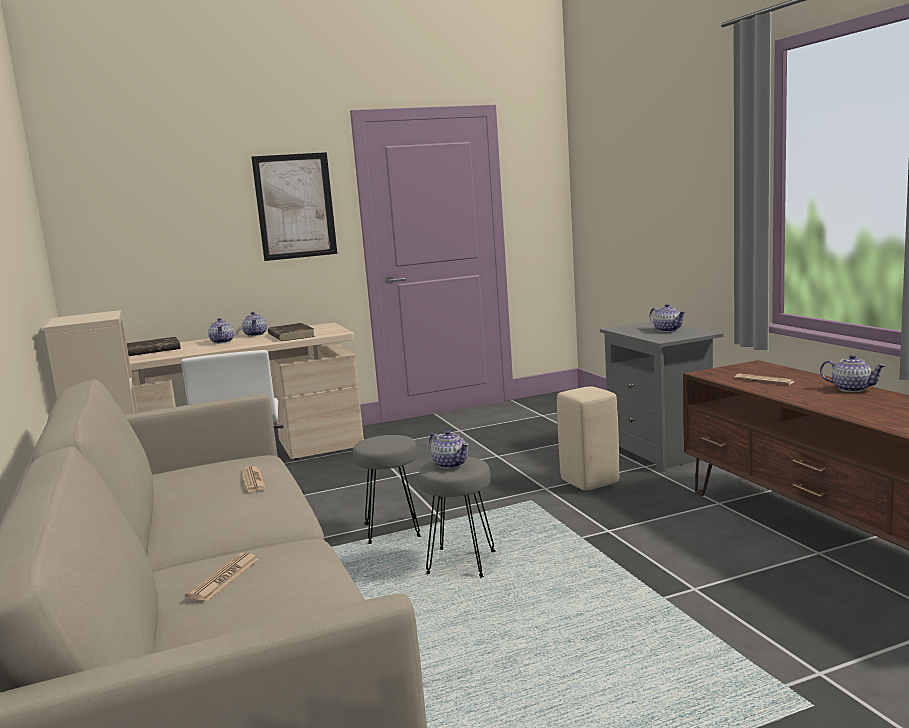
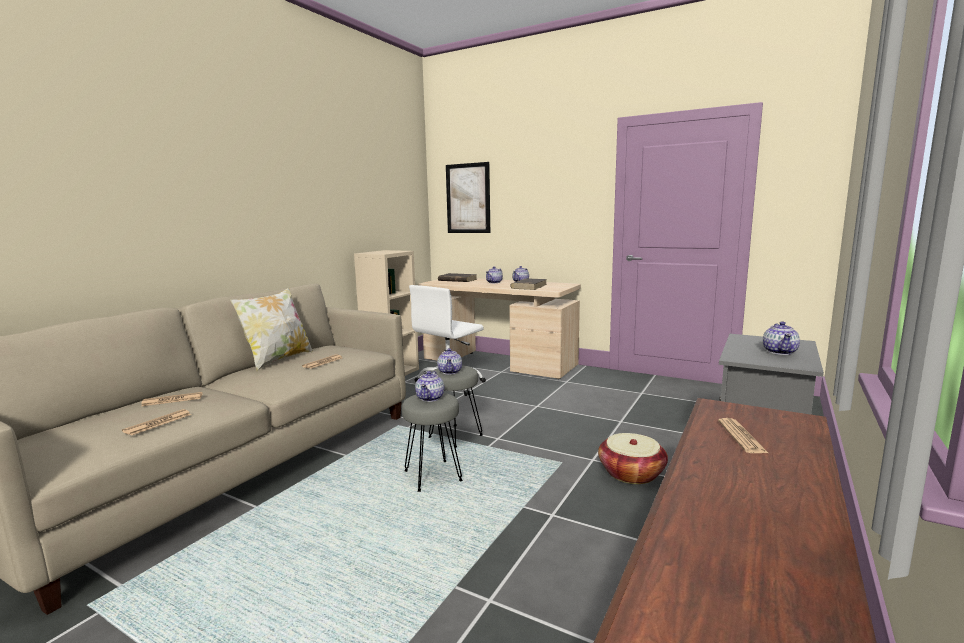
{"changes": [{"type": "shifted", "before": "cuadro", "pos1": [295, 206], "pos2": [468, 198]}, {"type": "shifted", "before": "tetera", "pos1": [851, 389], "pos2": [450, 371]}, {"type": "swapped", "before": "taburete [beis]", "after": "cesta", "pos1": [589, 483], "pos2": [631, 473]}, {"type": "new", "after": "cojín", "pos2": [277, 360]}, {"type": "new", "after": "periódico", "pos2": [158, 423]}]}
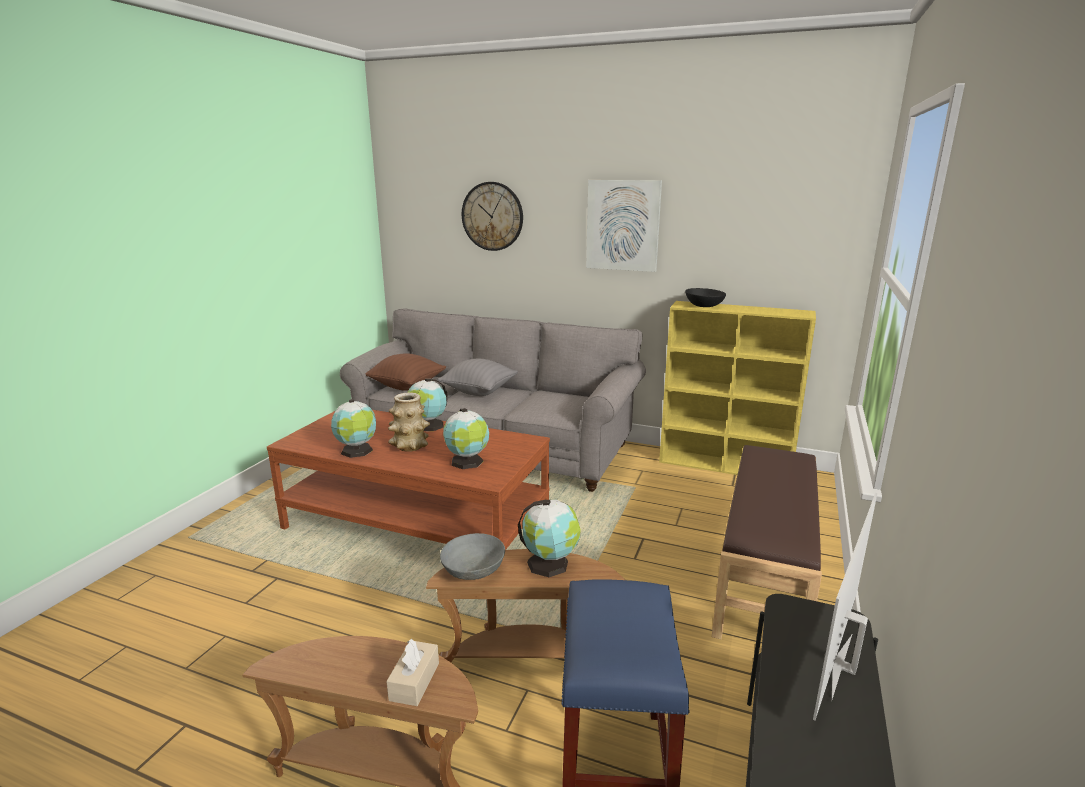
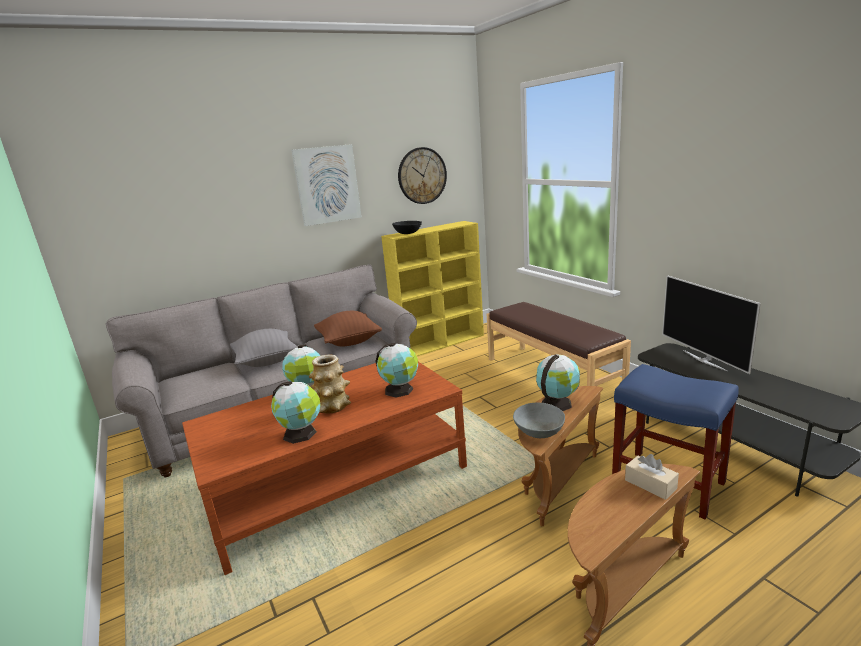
{"changes": [{"type": "shifted", "before": "reloj de pared", "pos1": [492, 216], "pos2": [422, 176]}, {"type": "shifted", "before": "cojín [marrón]", "pos1": [406, 386], "pos2": [349, 342]}]}
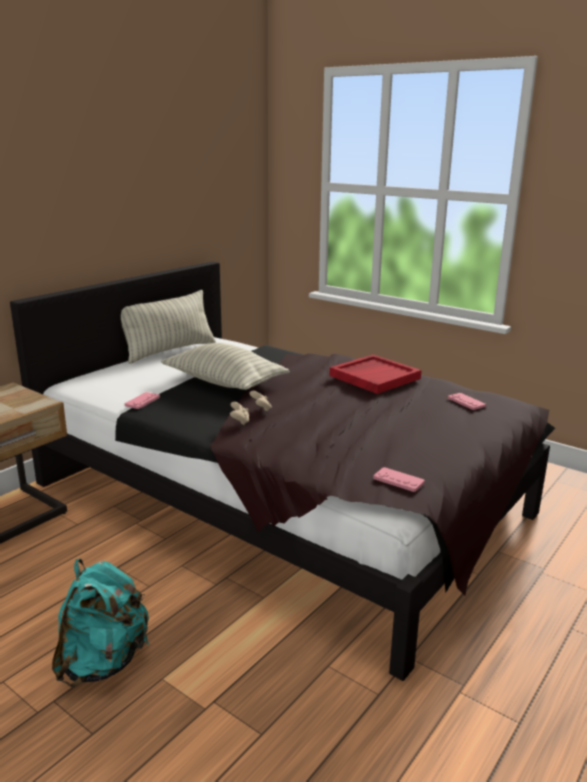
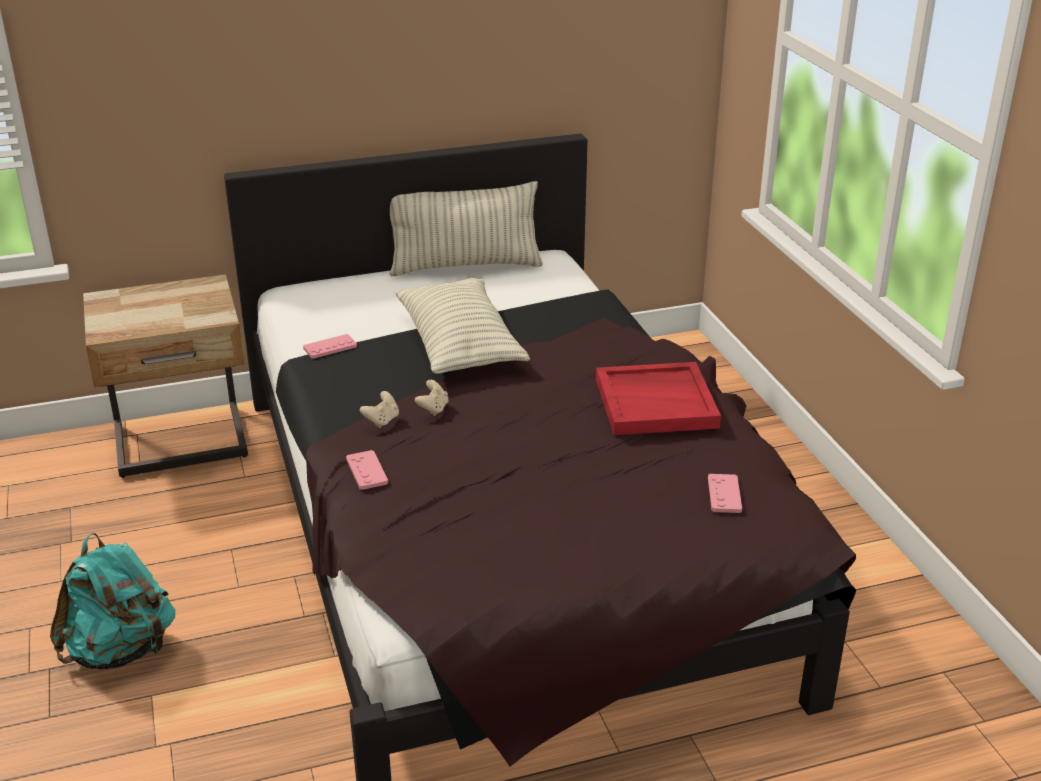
{"changes": [{"type": "shifted", "before": "mando de consola [rosa]", "pos1": [398, 480], "pos2": [367, 471]}]}
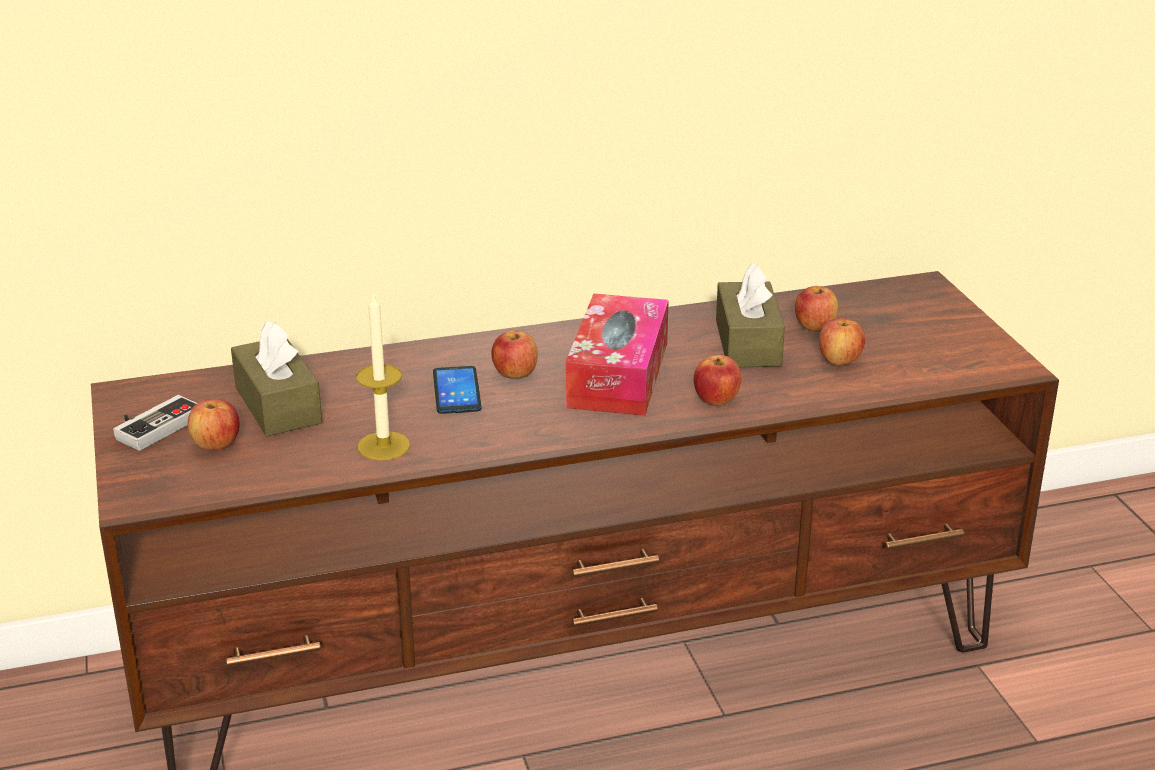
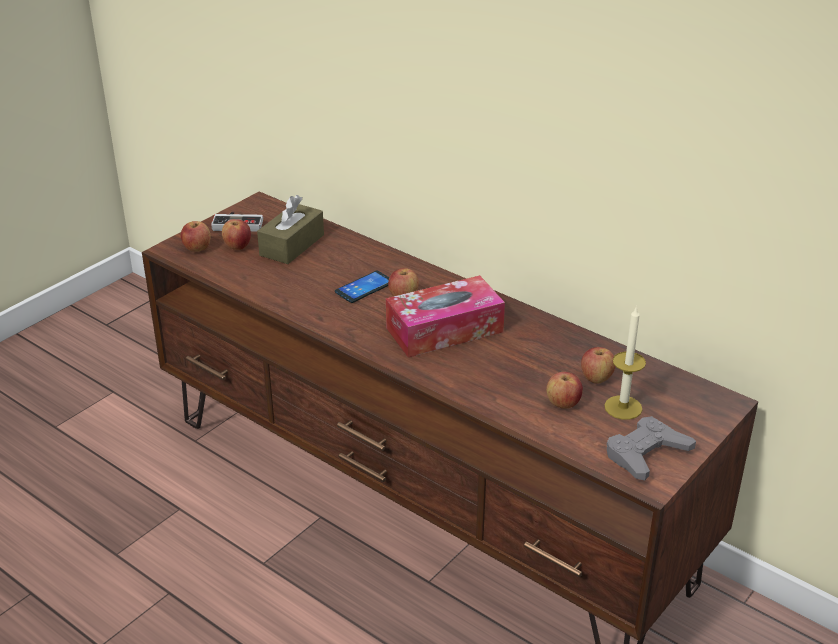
{"changes": [{"type": "gone", "before": "caja de pañuelos [marrón]", "pos1": [748, 343]}, {"type": "shifted", "before": "vela", "pos1": [383, 446], "pos2": [623, 407]}, {"type": "shifted", "before": "manzana", "pos1": [716, 401], "pos2": [197, 249]}, {"type": "new", "after": "mando de consola [gris]", "pos2": [646, 454]}]}
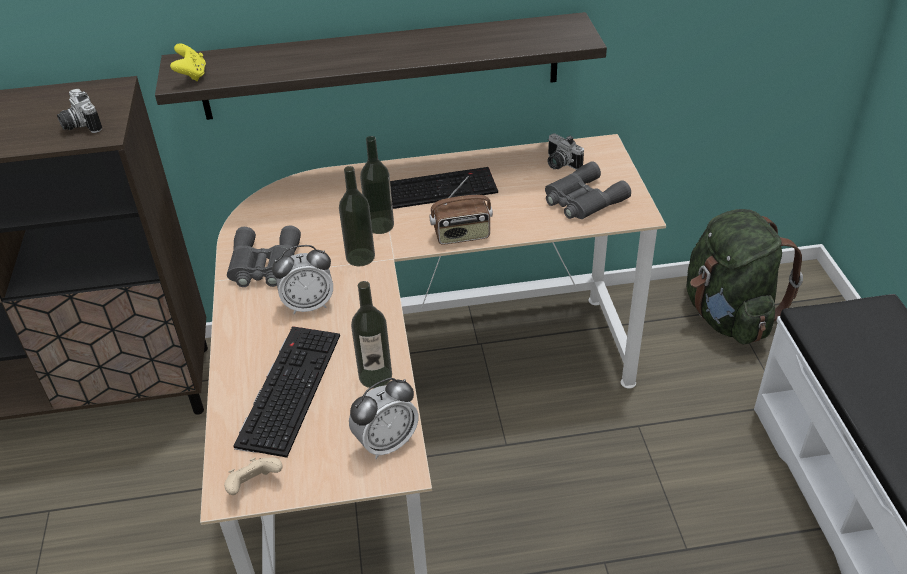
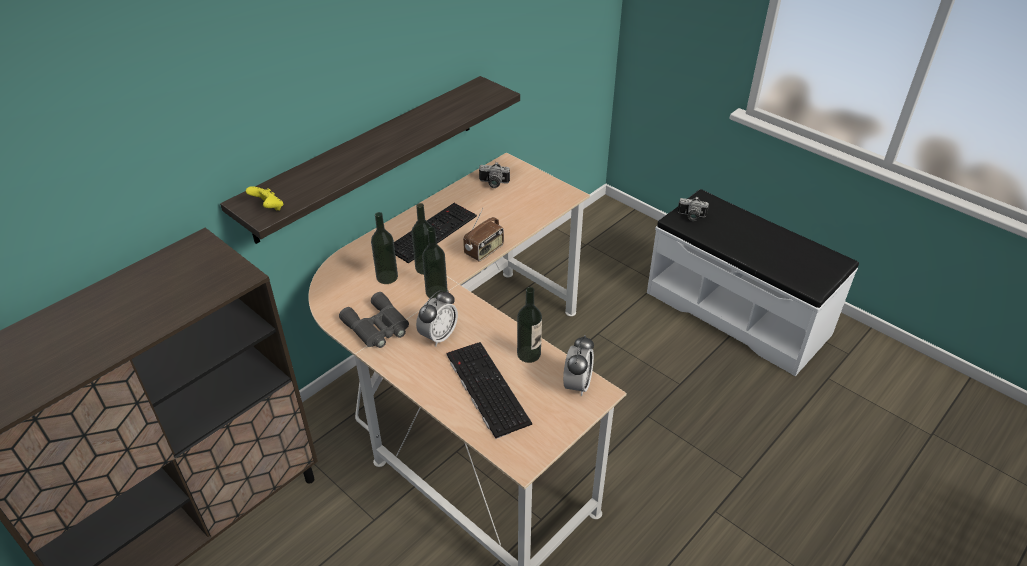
{"changes": [{"type": "shifted", "before": "cámara", "pos1": [79, 125], "pos2": [691, 217]}, {"type": "gone", "before": "prismáticos [gris]", "pos1": [582, 200]}, {"type": "gone", "before": "mochila [verde]", "pos1": [728, 315]}, {"type": "gone", "before": "mando de consola [beis]", "pos1": [254, 485]}, {"type": "new", "after": "botella", "pos2": [387, 277]}]}
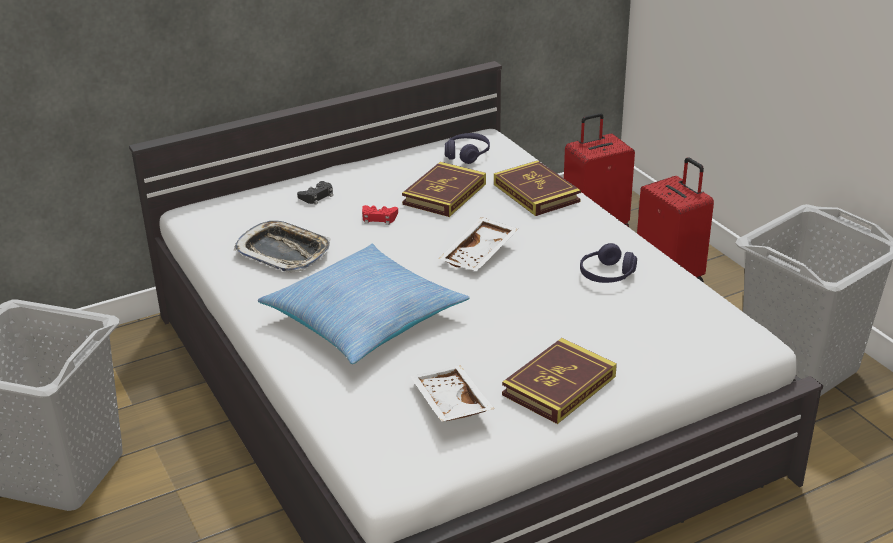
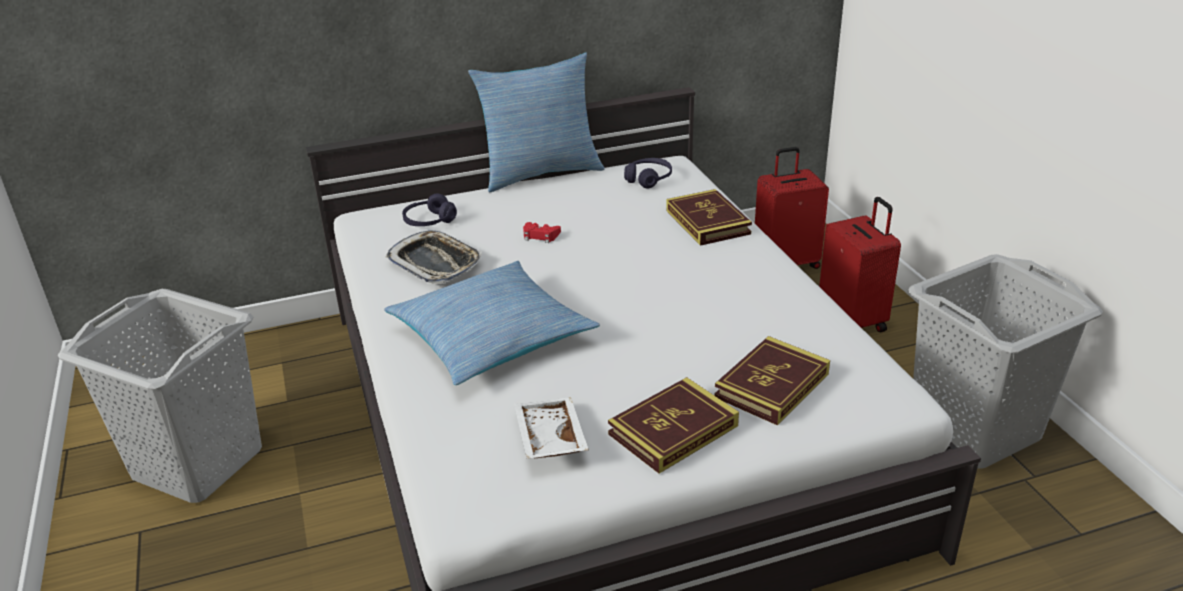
{"changes": [{"type": "shifted", "before": "libro", "pos1": [444, 194], "pos2": [772, 385]}, {"type": "gone", "before": "mando de consola [negro]", "pos1": [317, 196]}, {"type": "gone", "before": "bandeja [blanco]", "pos1": [480, 254]}, {"type": "shifted", "before": "auriculares [morado]", "pos1": [607, 275], "pos2": [429, 221]}, {"type": "new", "after": "cojín", "pos2": [540, 173]}]}
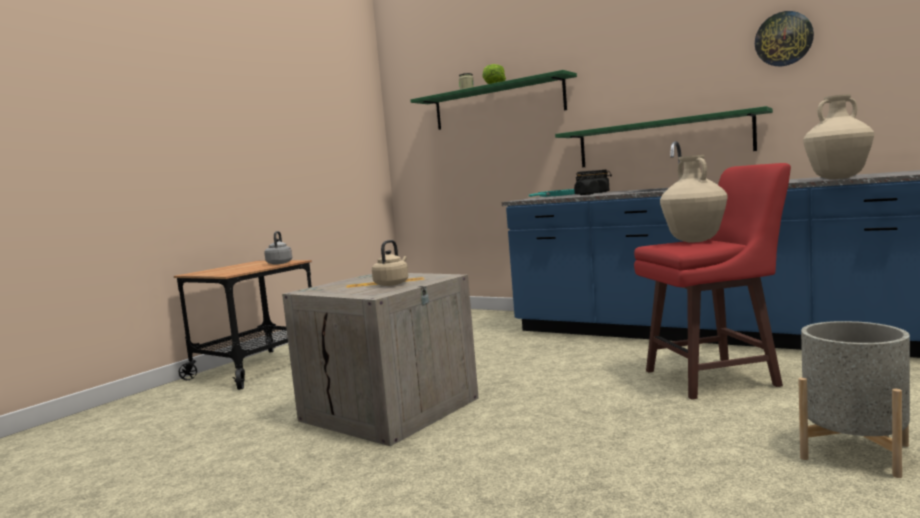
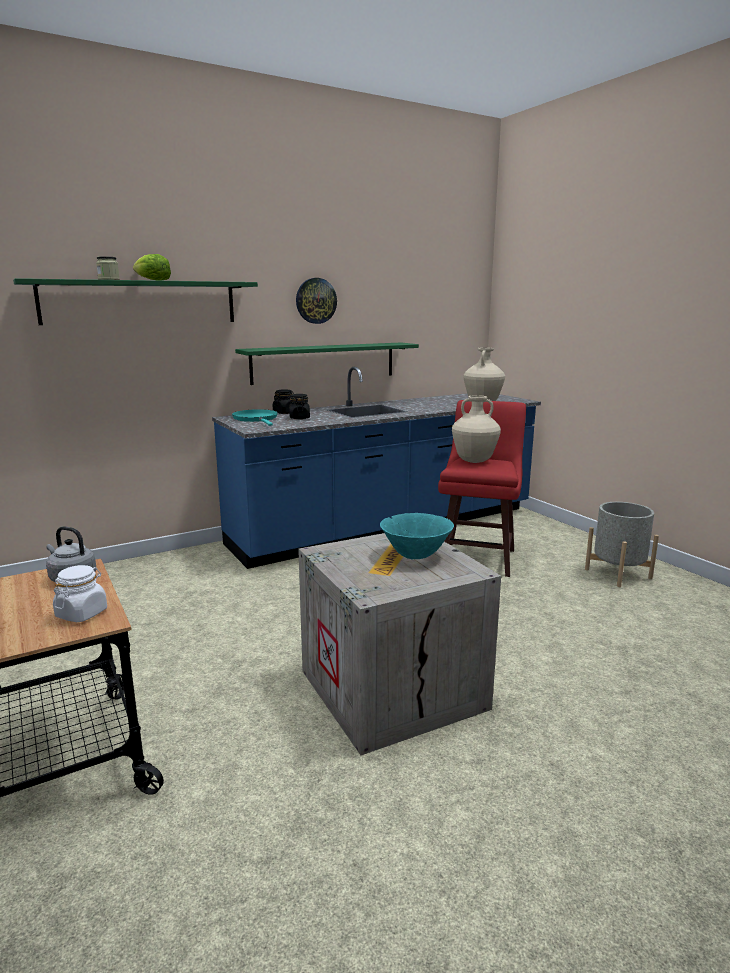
{"changes": [{"type": "shifted", "before": "reloj de pared", "pos1": [783, 39], "pos2": [316, 301]}, {"type": "swapped", "before": "hervidor [beis]", "after": "cuenco [turquesa]", "pos1": [392, 284], "pos2": [415, 556]}, {"type": "new", "after": "tarro [blanco]", "pos2": [82, 613]}]}
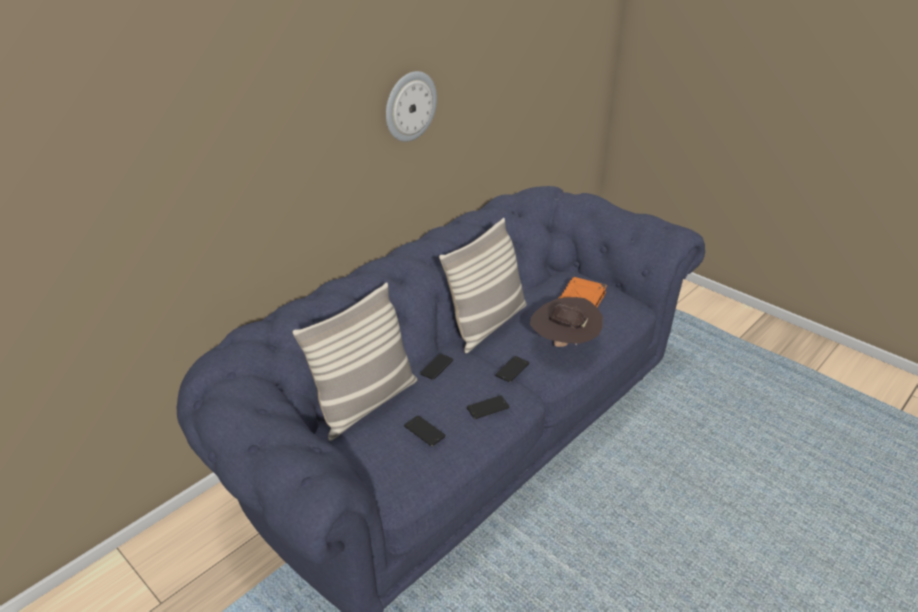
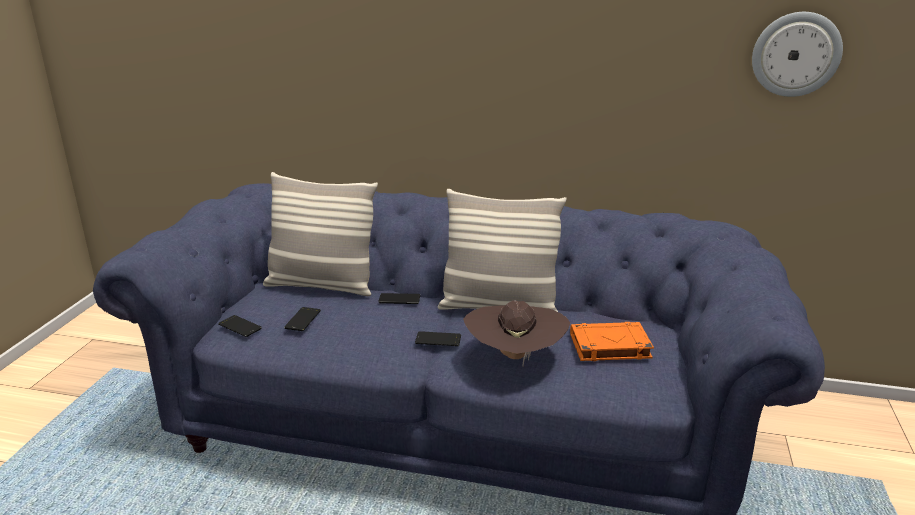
{"changes": [{"type": "shifted", "before": "reloj de pared", "pos1": [410, 106], "pos2": [796, 54]}, {"type": "shifted", "before": "móvil", "pos1": [488, 407], "pos2": [240, 326]}]}
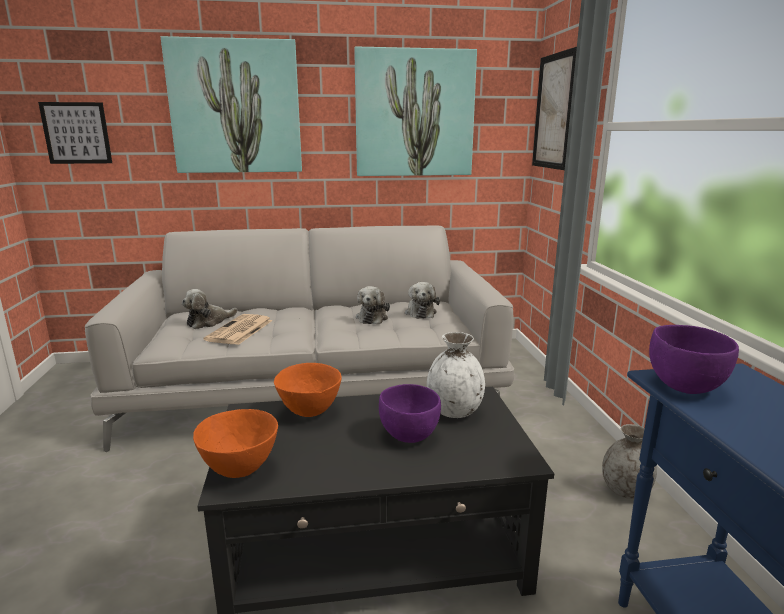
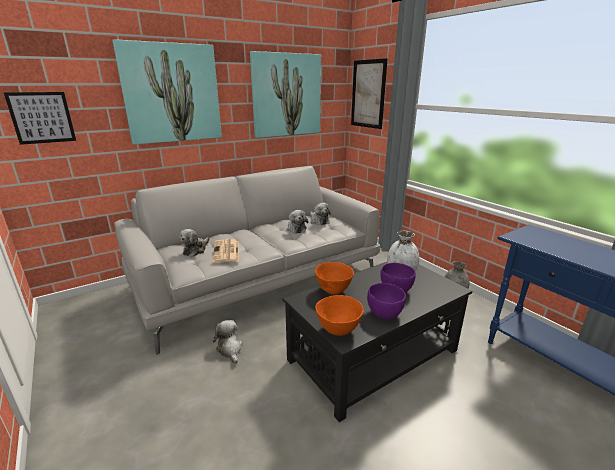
{"changes": [{"type": "shifted", "before": "cuenco [morado]", "pos1": [684, 386], "pos2": [384, 313]}, {"type": "new", "after": "peluche", "pos2": [230, 349]}]}
